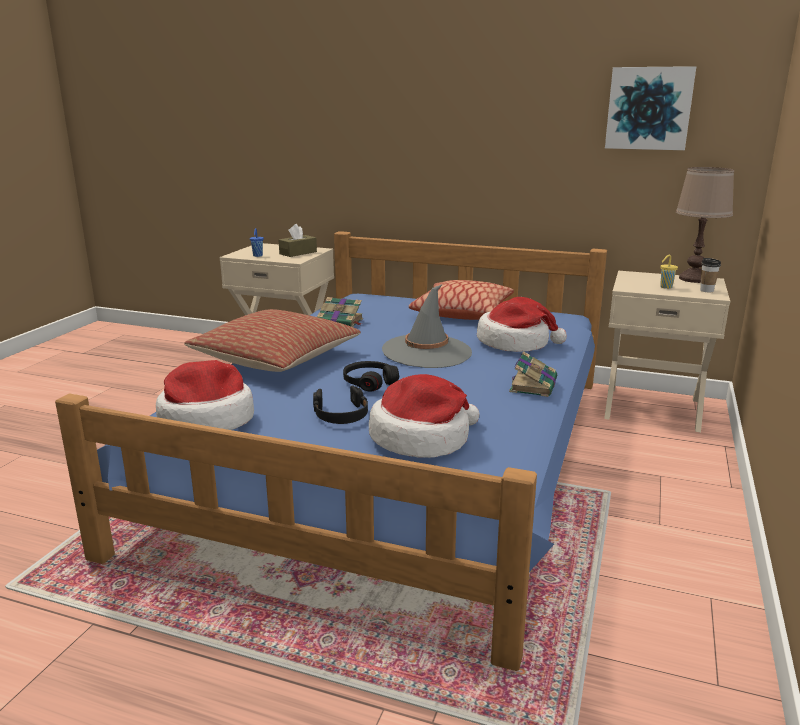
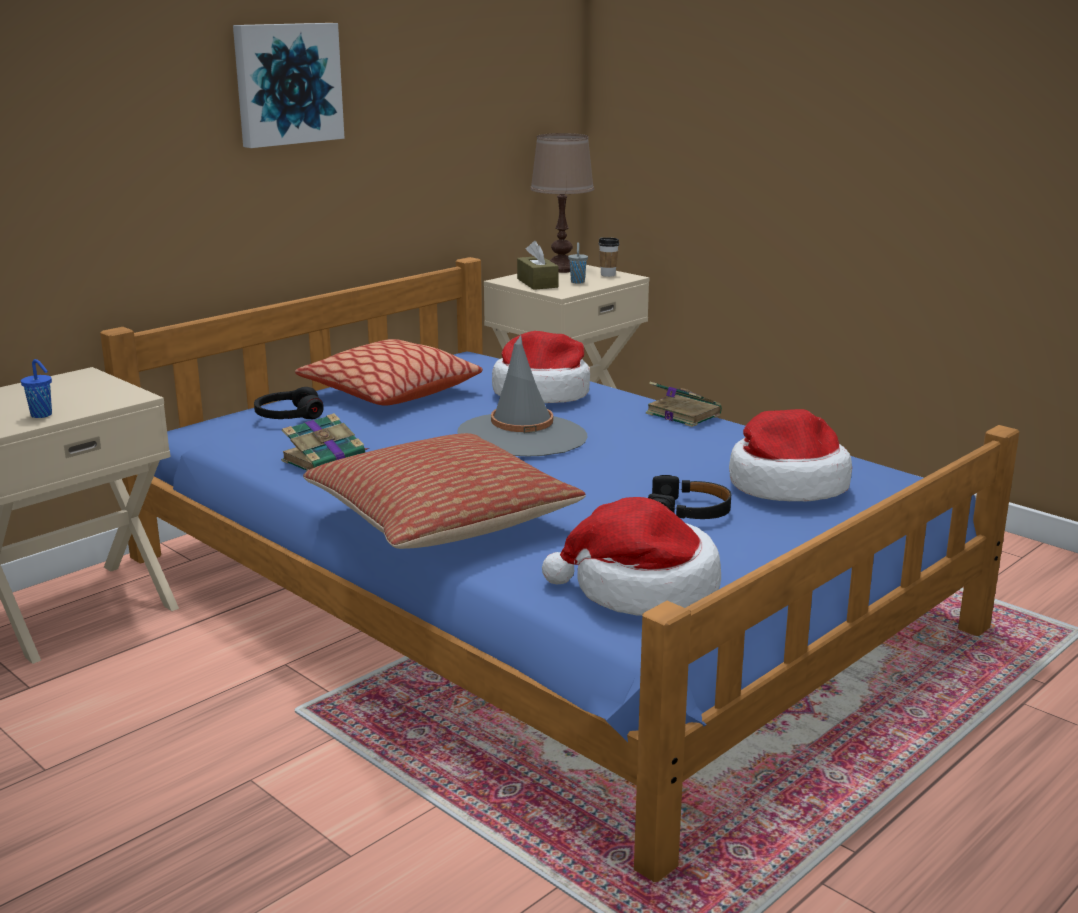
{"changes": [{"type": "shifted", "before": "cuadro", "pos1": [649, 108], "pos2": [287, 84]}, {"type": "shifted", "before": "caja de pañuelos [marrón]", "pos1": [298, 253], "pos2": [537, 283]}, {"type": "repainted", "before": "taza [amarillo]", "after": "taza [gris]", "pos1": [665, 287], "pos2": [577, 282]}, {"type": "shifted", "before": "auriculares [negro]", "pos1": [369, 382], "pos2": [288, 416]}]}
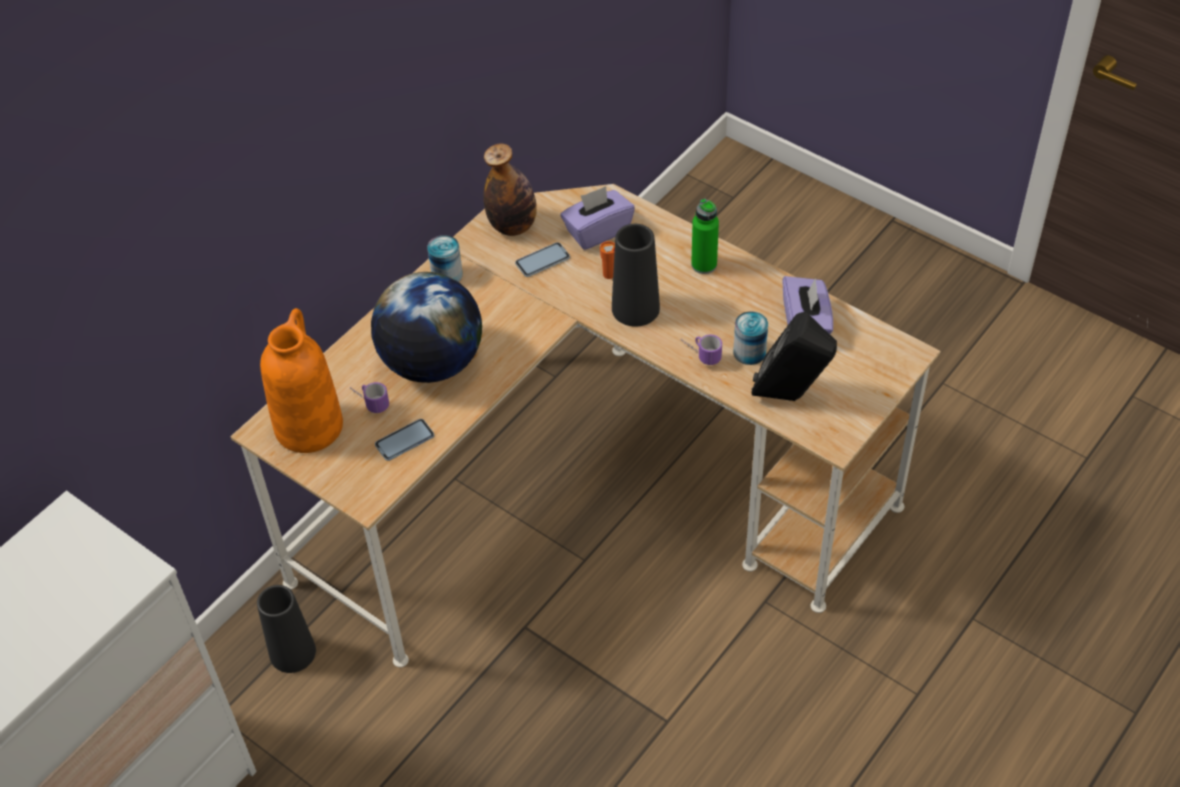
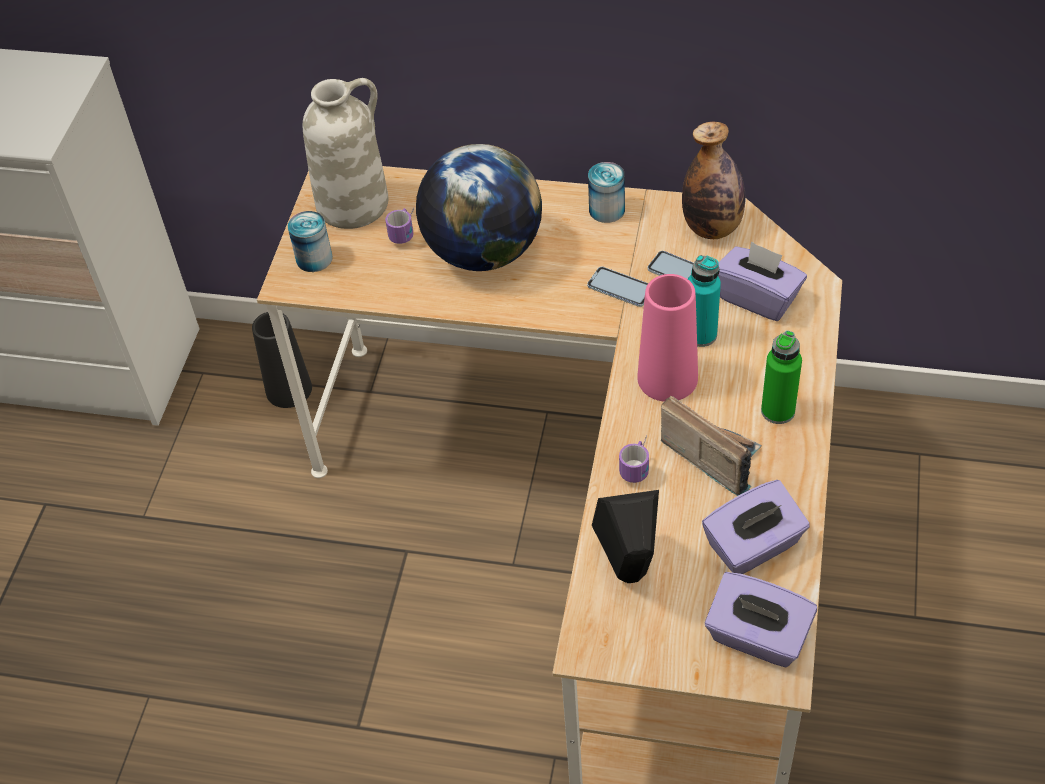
{"changes": [{"type": "repainted", "before": "florero [negro]", "after": "florero [rosa]", "pos1": [635, 308], "pos2": [667, 378]}, {"type": "swapped", "before": "taza [naranja]", "after": "botella [turquesa]", "pos1": [609, 274], "pos2": [701, 335]}, {"type": "repainted", "before": "florero [naranja]", "after": "florero [blanco]", "pos1": [308, 425], "pos2": [353, 203]}, {"type": "shifted", "before": "lata", "pos1": [749, 352], "pos2": [314, 258]}, {"type": "shifted", "before": "móvil", "pos1": [404, 441], "pos2": [620, 288]}, {"type": "new", "after": "radio", "pos2": [711, 454]}, {"type": "new", "after": "caja de pañuelos [morado]", "pos2": [757, 637]}]}
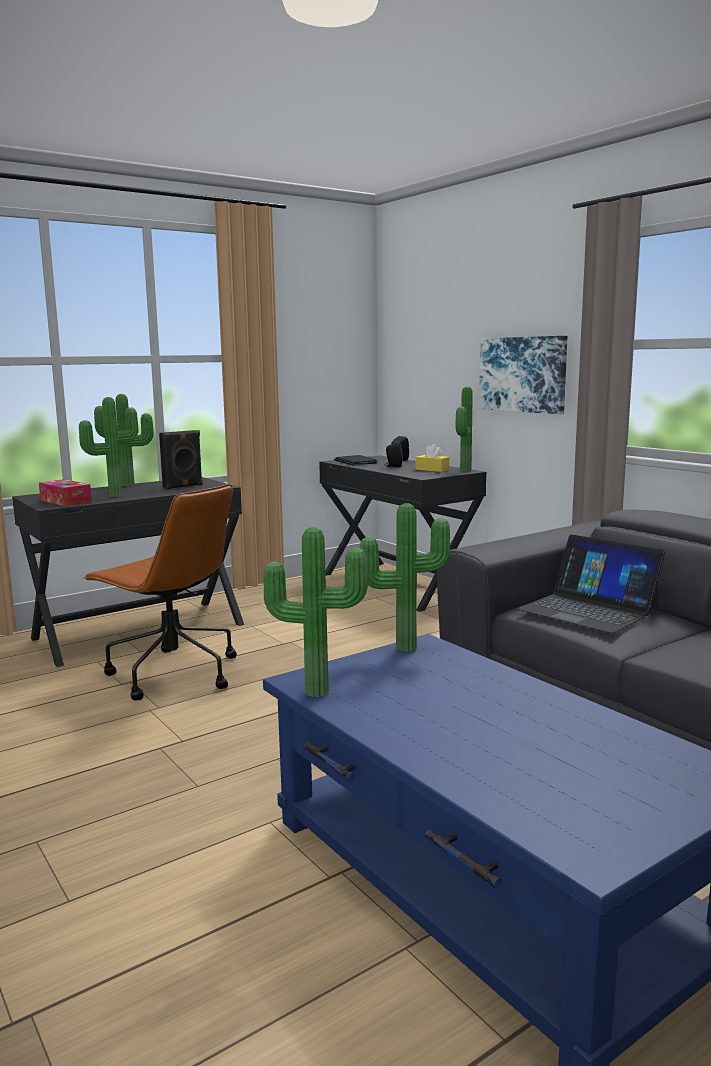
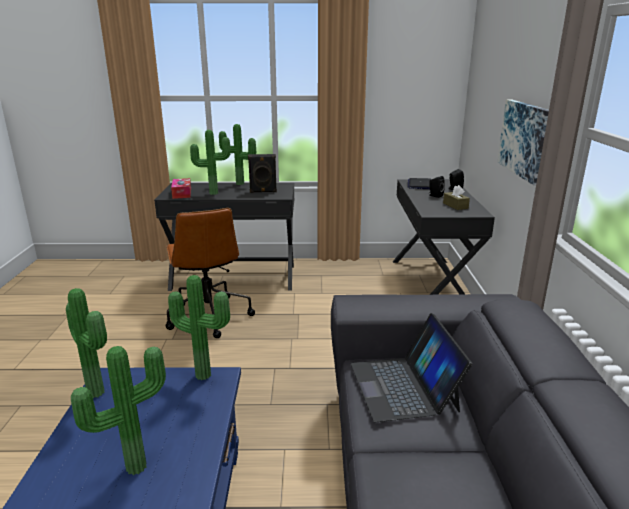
{"changes": [{"type": "shifted", "before": "planta en maceta", "pos1": [463, 470], "pos2": [134, 465]}, {"type": "repainted", "before": "caja de pañuelos [amarillo]", "after": "caja de pañuelos [marrón]", "pos1": [432, 469], "pos2": [455, 206]}]}
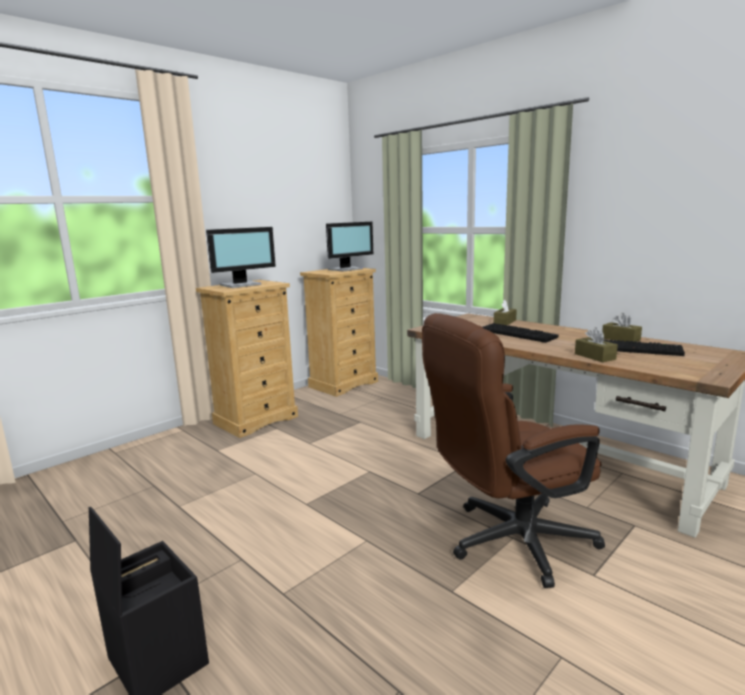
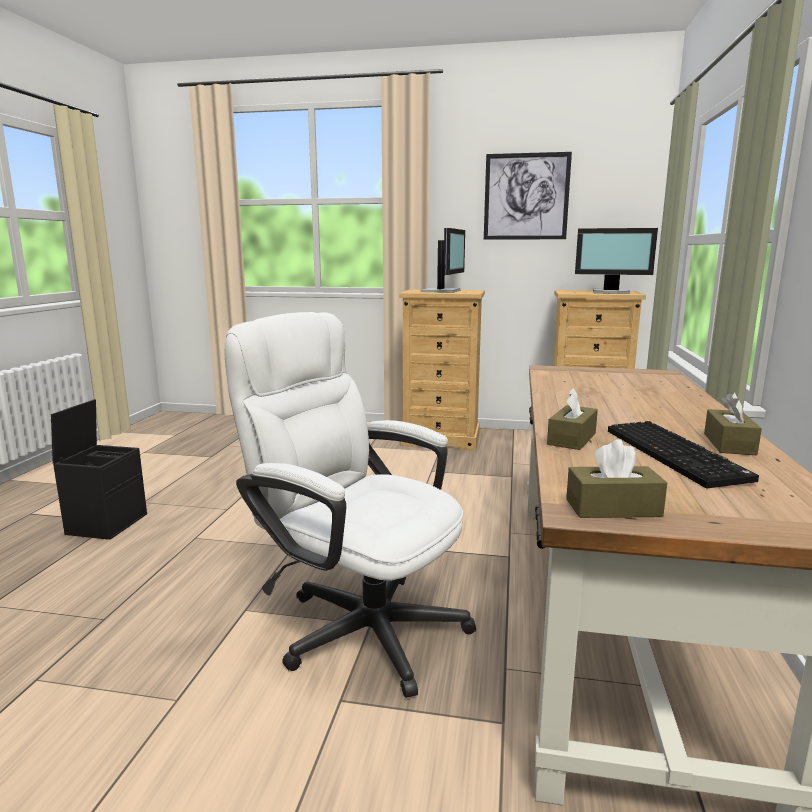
{"changes": [{"type": "rotated", "before": "monitor", "pos1": [241, 285], "pos2": [443, 291], "turn": -90}, {"type": "shifted", "before": "caja de pañuelos [marrón]", "pos1": [504, 322], "pos2": [613, 508]}, {"type": "repainted", "before": "silla de oficina [marrón]", "after": "silla de oficina [blanco]", "pos1": [508, 542], "pos2": [358, 623]}, {"type": "gone", "before": "teclado", "pos1": [519, 334]}, {"type": "new", "after": "cuadro", "pos2": [526, 197]}]}
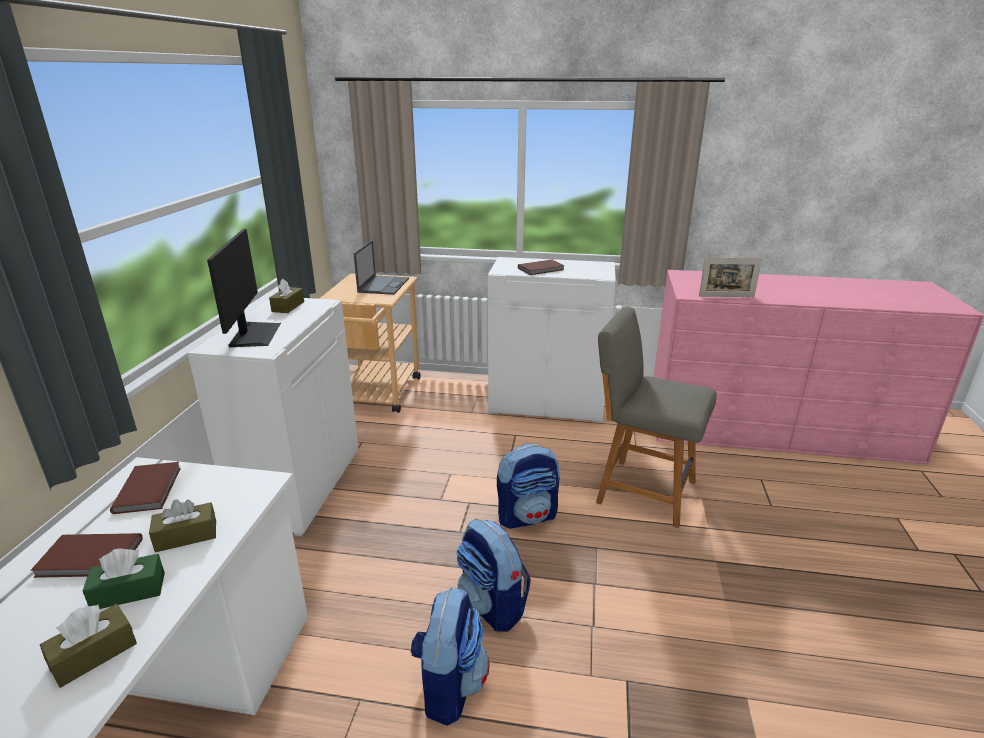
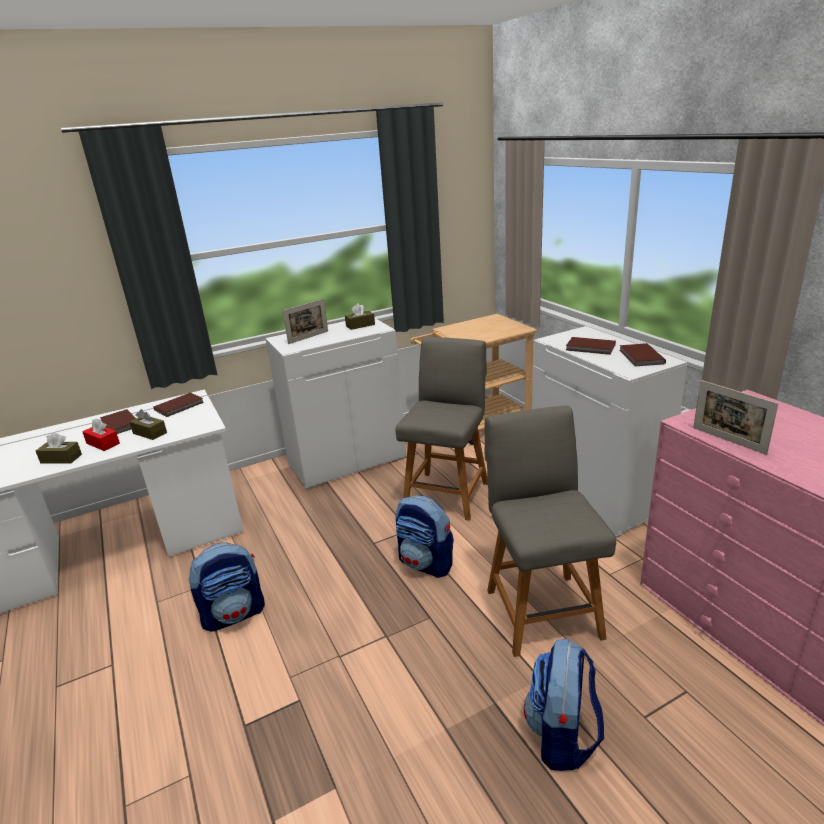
{"changes": [{"type": "swapped", "before": "monitor", "after": "portarretratos", "pos1": [254, 334], "pos2": [308, 337]}, {"type": "gone", "before": "portátil", "pos1": [383, 285]}, {"type": "shifted", "before": "mochila", "pos1": [492, 606], "pos2": [562, 736]}, {"type": "repainted", "before": "caja de pañuelos [verde]", "after": "caja de pañuelos [rojo]", "pos1": [129, 591], "pos2": [103, 443]}, {"type": "new", "after": "silla [gris]", "pos2": [447, 493]}, {"type": "new", "after": "libro [marrón]", "pos2": [640, 357]}]}
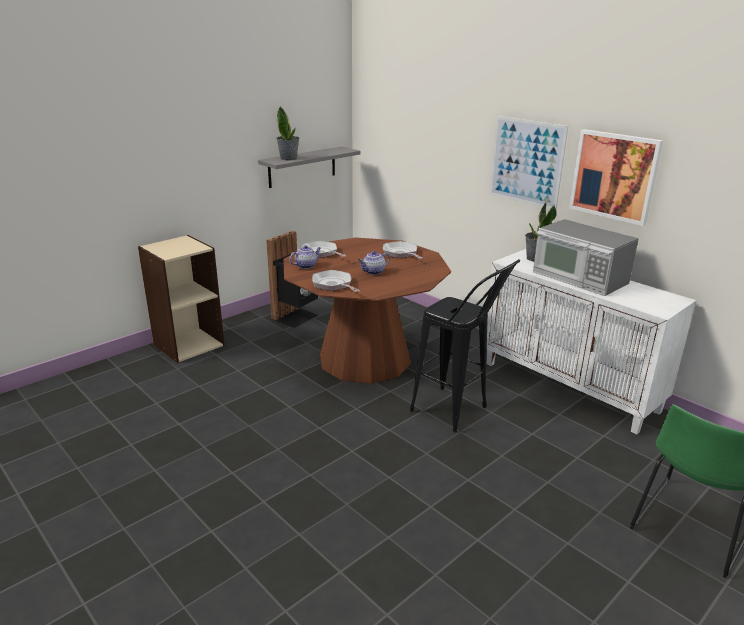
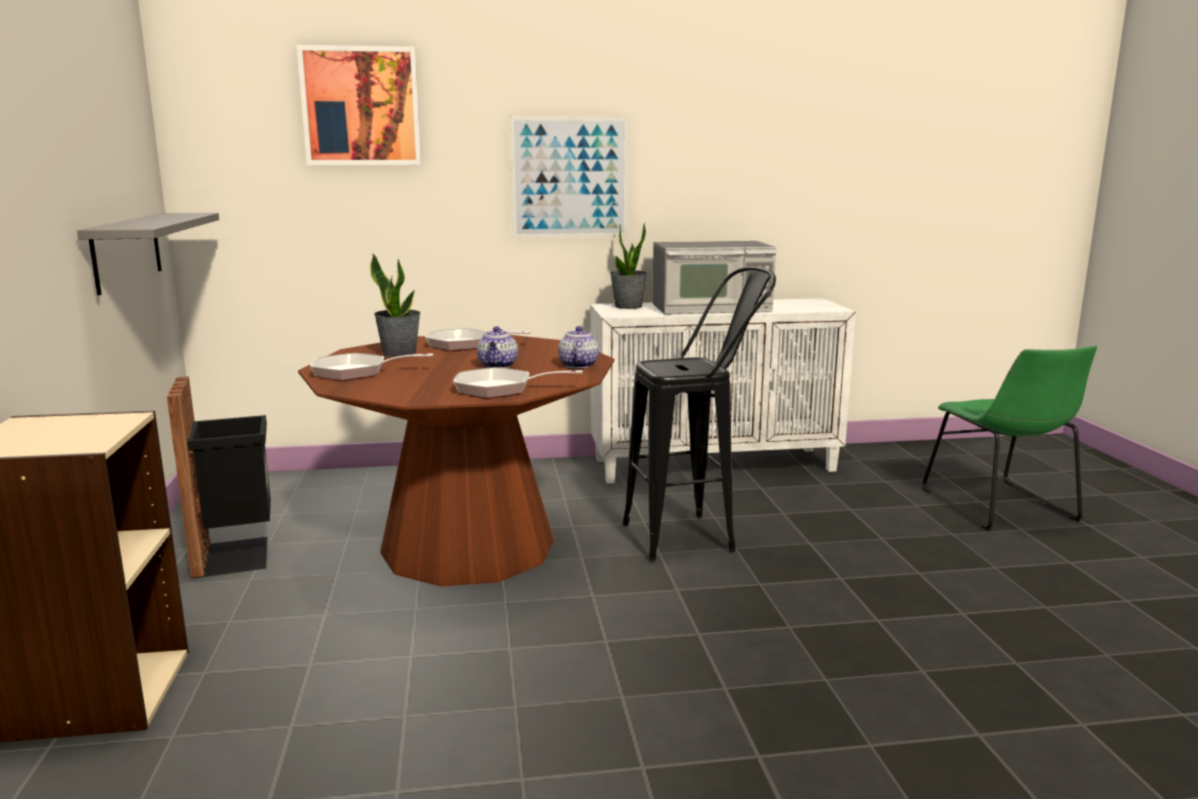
{"changes": [{"type": "shifted", "before": "planta en maceta", "pos1": [289, 158], "pos2": [399, 353]}, {"type": "shifted", "before": "cuadro", "pos1": [614, 176], "pos2": [361, 106]}, {"type": "shifted", "before": "tetera", "pos1": [306, 266], "pos2": [578, 365]}]}
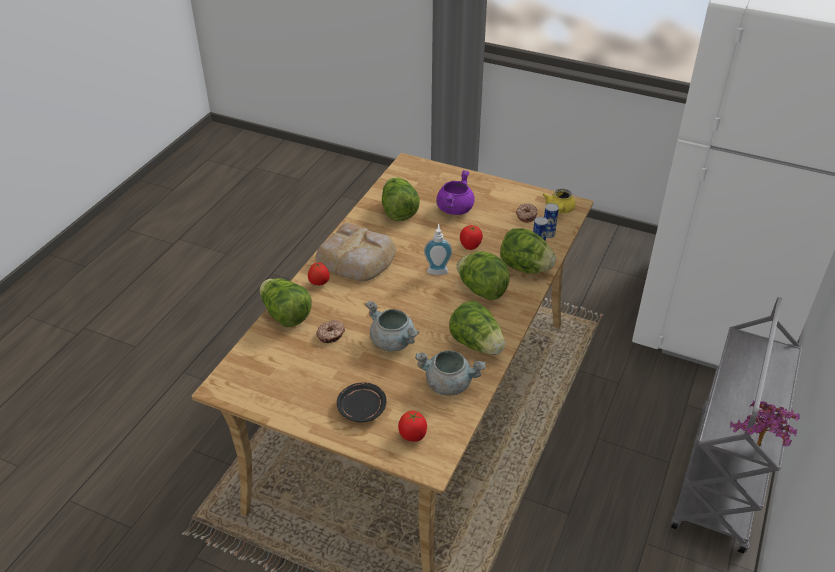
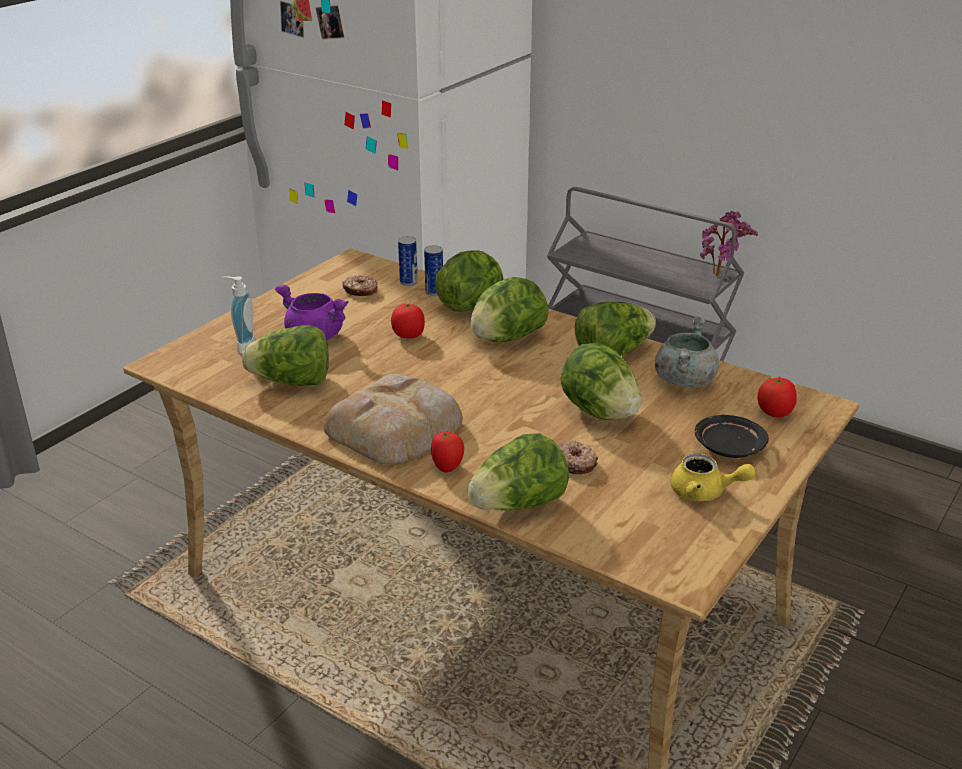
{"changes": [{"type": "shifted", "before": "tetera [amarillo]", "pos1": [559, 209], "pos2": [705, 492]}, {"type": "shifted", "before": "dispensador de jabón", "pos1": [437, 270], "pos2": [242, 346]}, {"type": "swapped", "before": "olla [gris]", "after": "lechuga", "pos1": [393, 342], "pos2": [599, 412]}]}
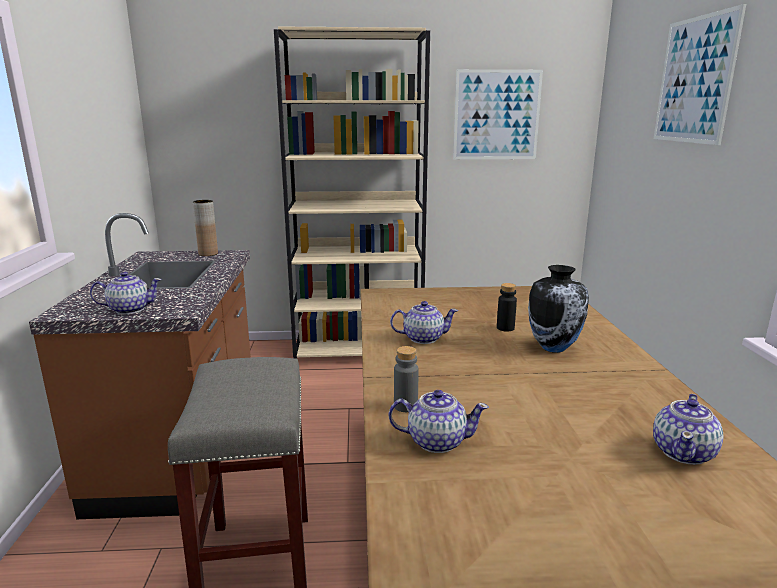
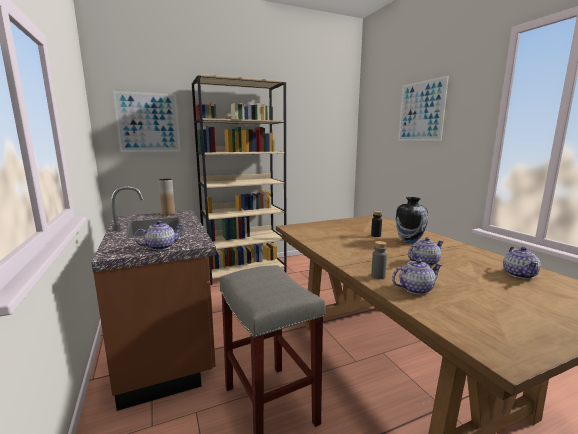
{"changes": [{"type": "shifted", "before": "cuadro", "pos1": [496, 115], "pos2": [148, 122]}, {"type": "shifted", "before": "tetera", "pos1": [423, 338], "pos2": [424, 262]}]}
